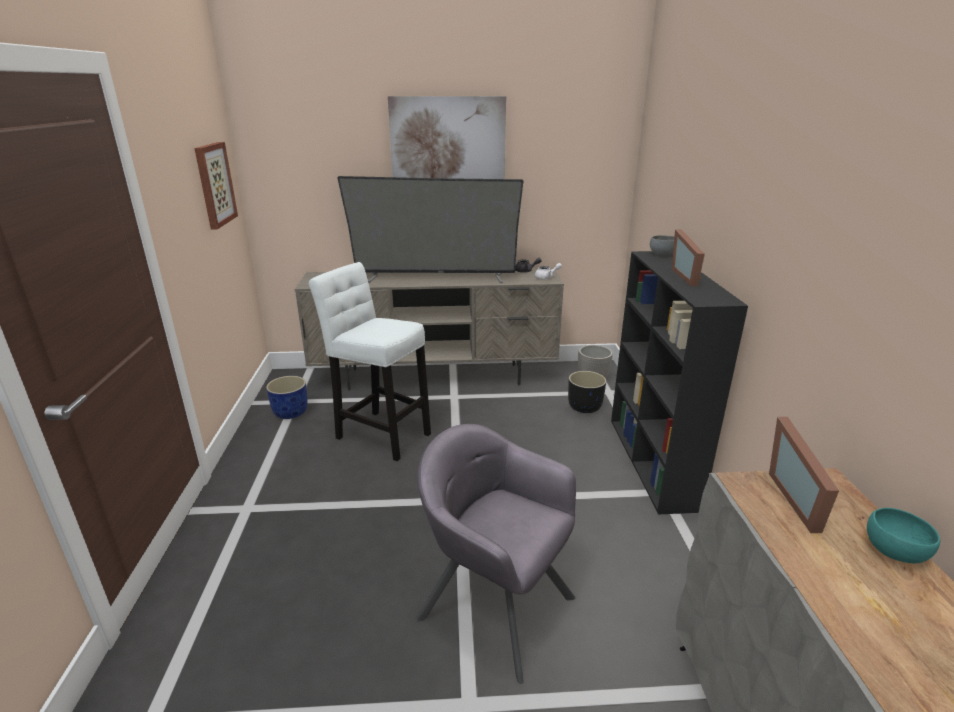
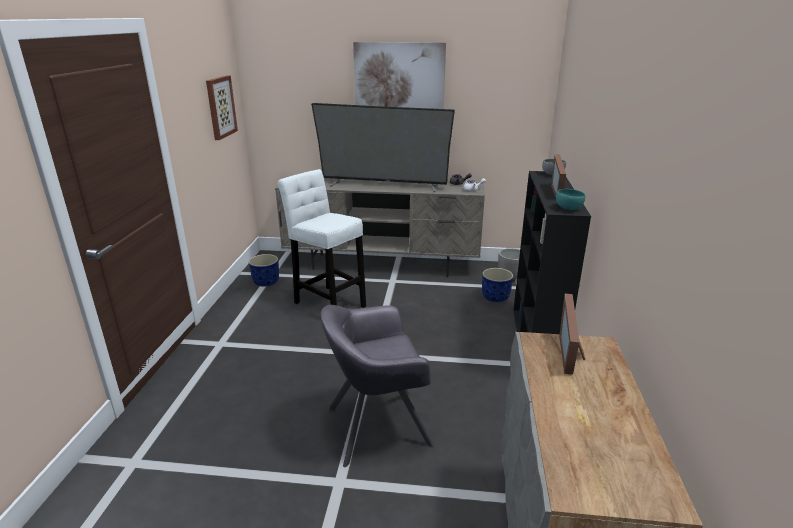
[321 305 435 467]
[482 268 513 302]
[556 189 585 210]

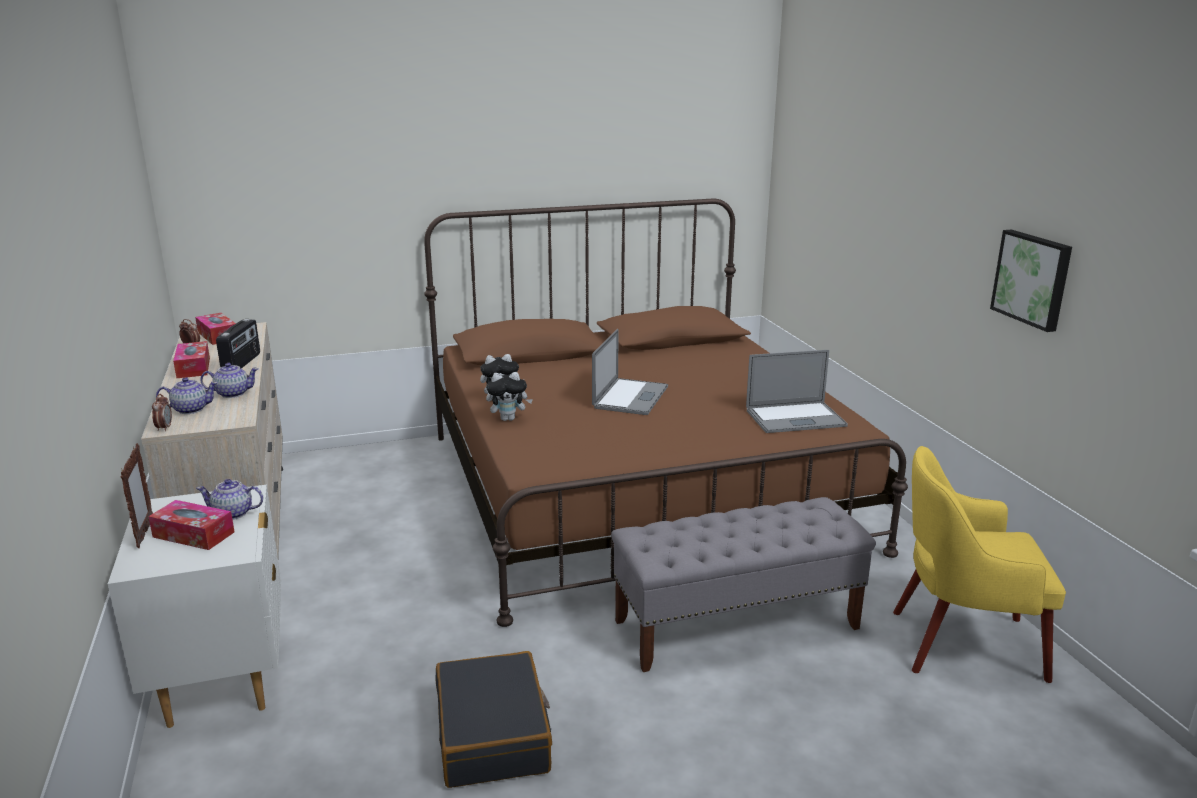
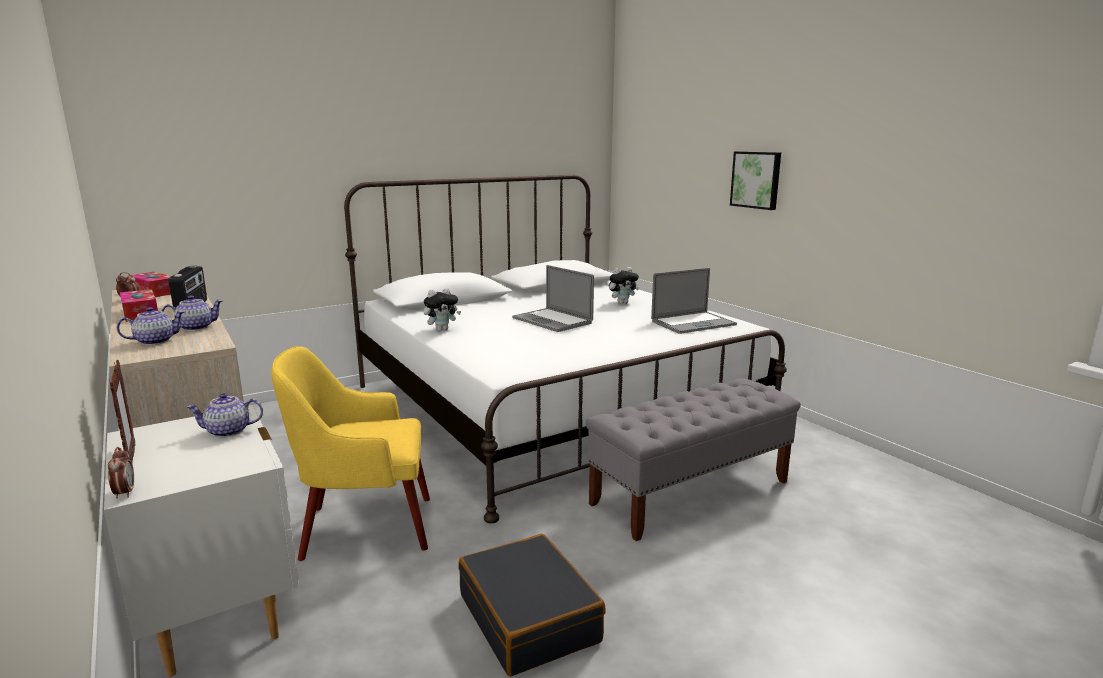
[148 500 235 550] (first image)
[108 447 134 498]
[344 175 787 523]
[609 267 639 304]
[512 265 594 332]
[271 346 430 561]
[730 151 781 210]

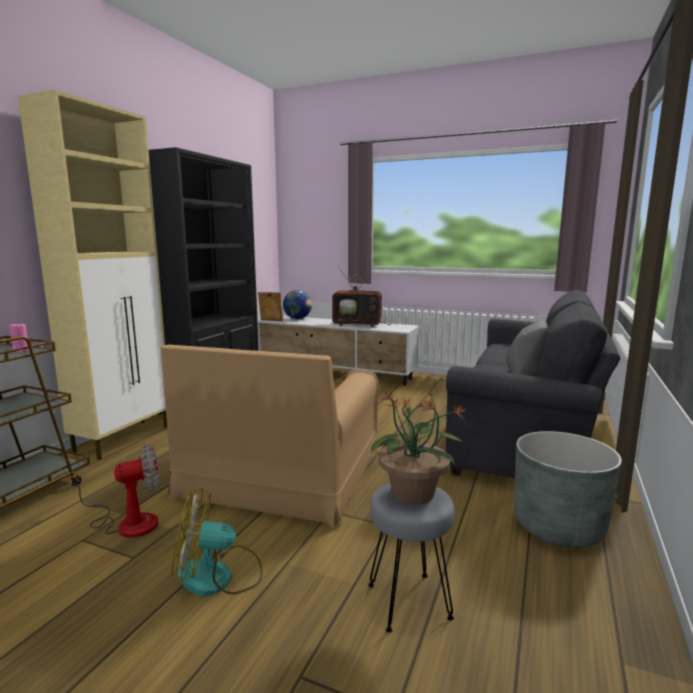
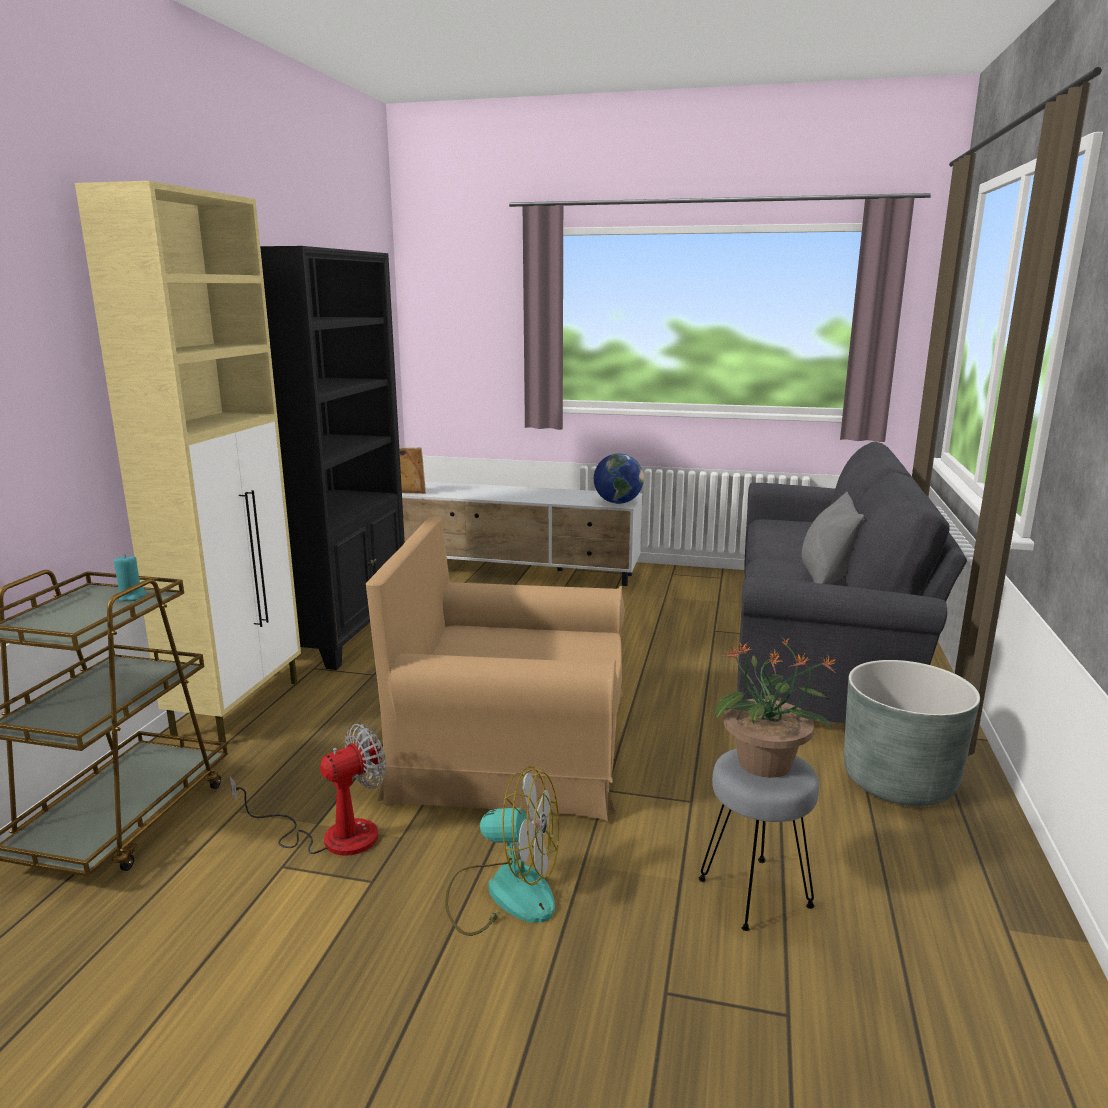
[114 554 146 601]
[366 516 625 821]
[445 766 559 936]
[594 453 644 504]
[332 263 390 327] (first image)

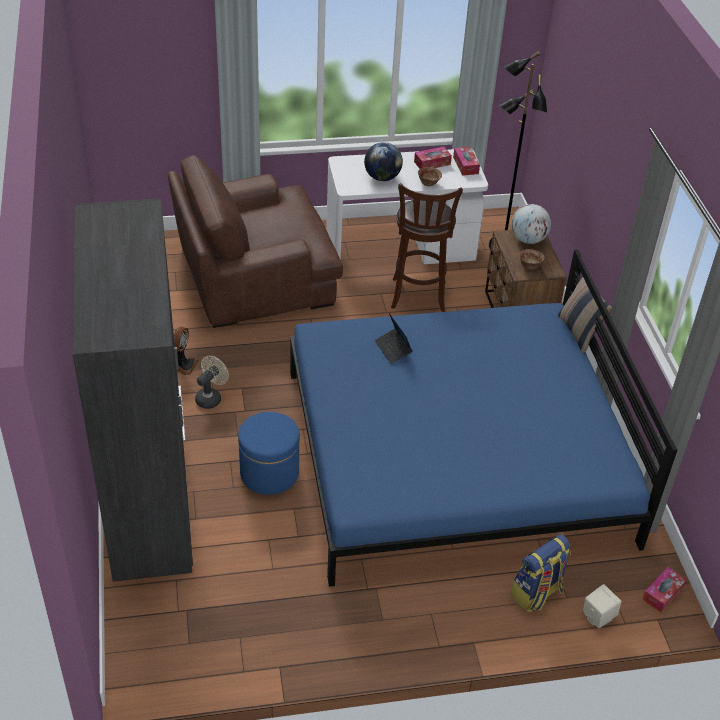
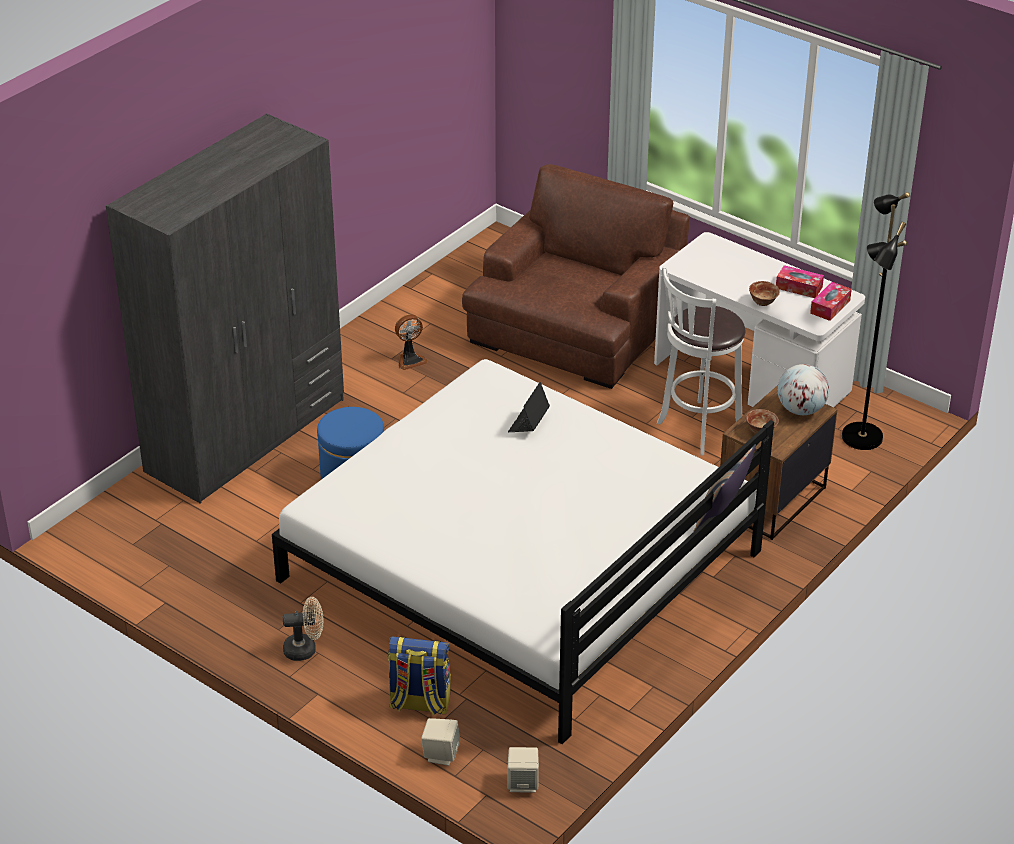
[462 164 690 389]
[283 597 324 661]
[272 359 774 744]
[364 142 403 181] (first image)
[657 266 745 456]
[508 747 539 793]

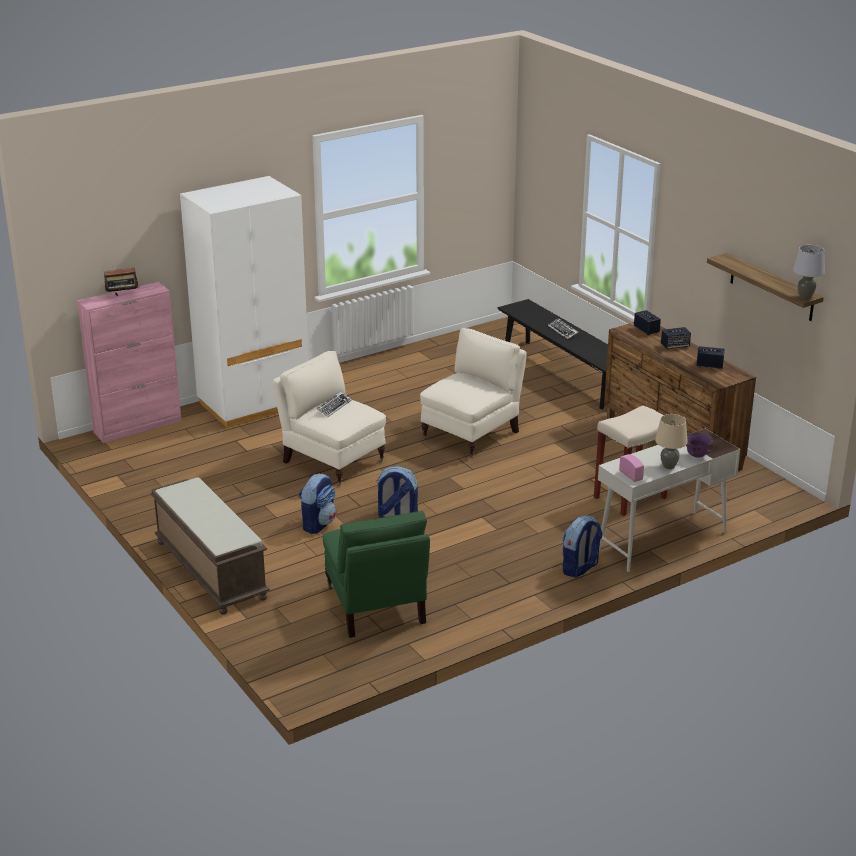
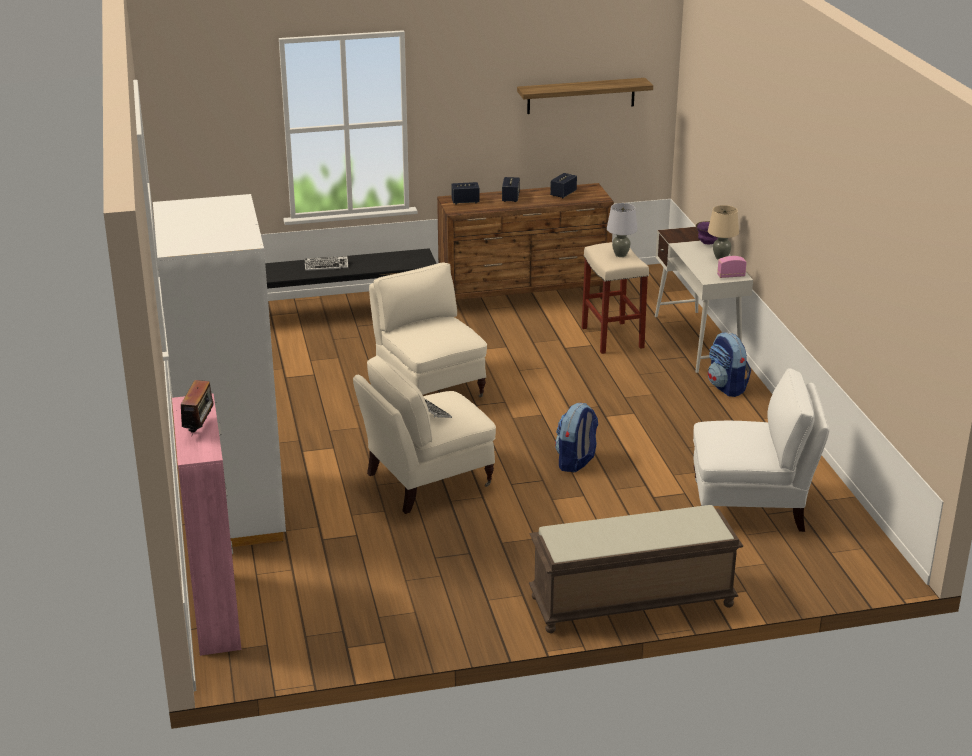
[299 474 336 534] (first image)
[693 368 830 532]
[607 203 638 257]

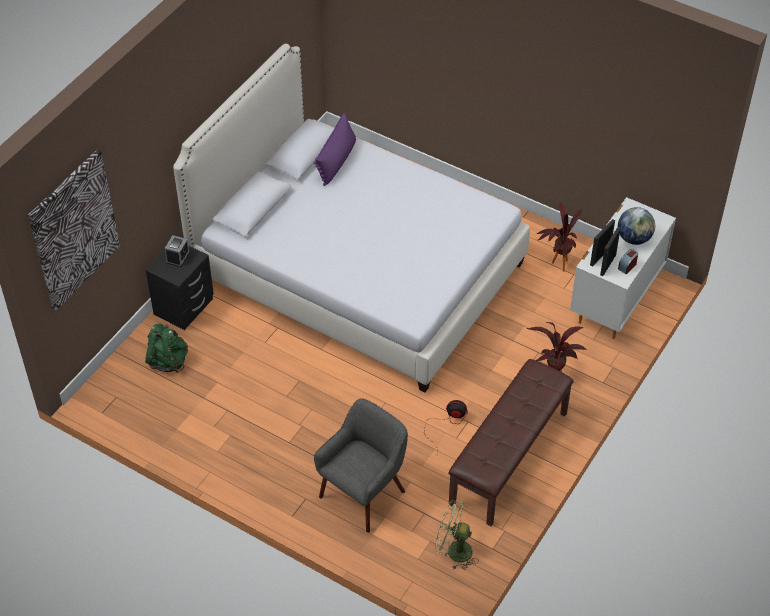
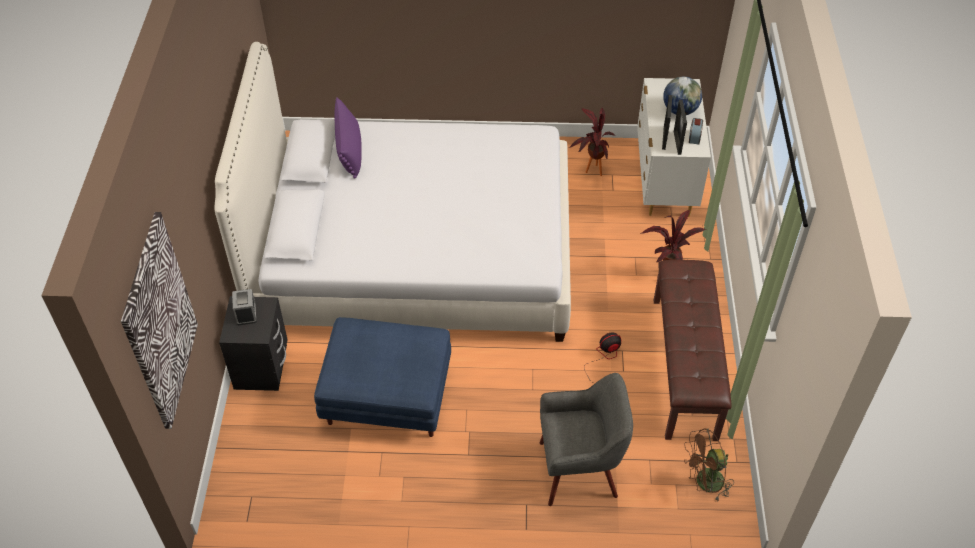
[145 323 188 373] (first image)
[540 373 633 506]
[684 428 734 501]
[314 317 451 437]

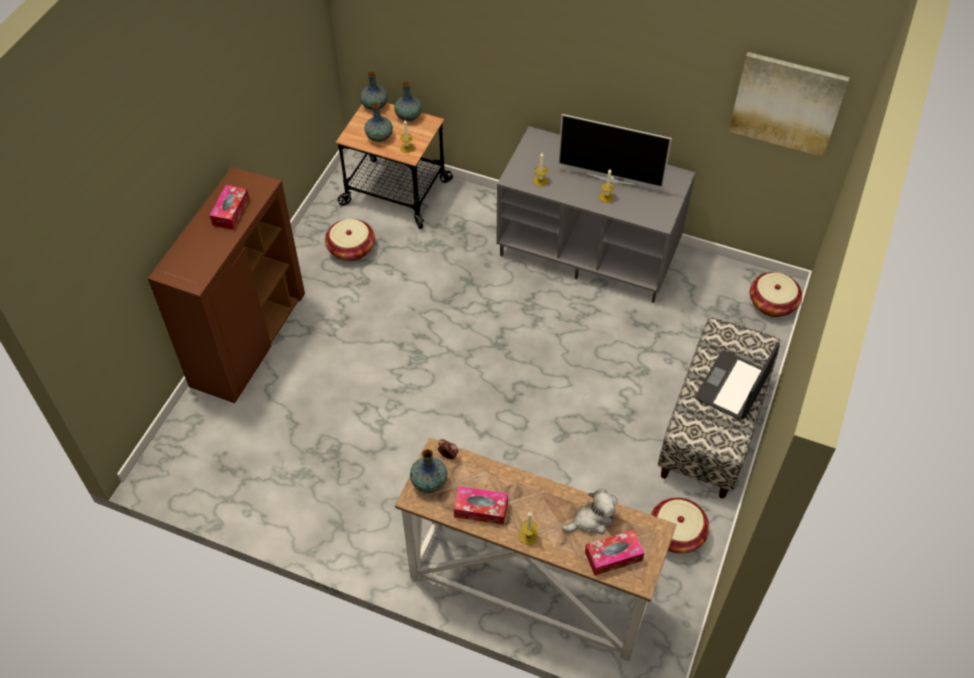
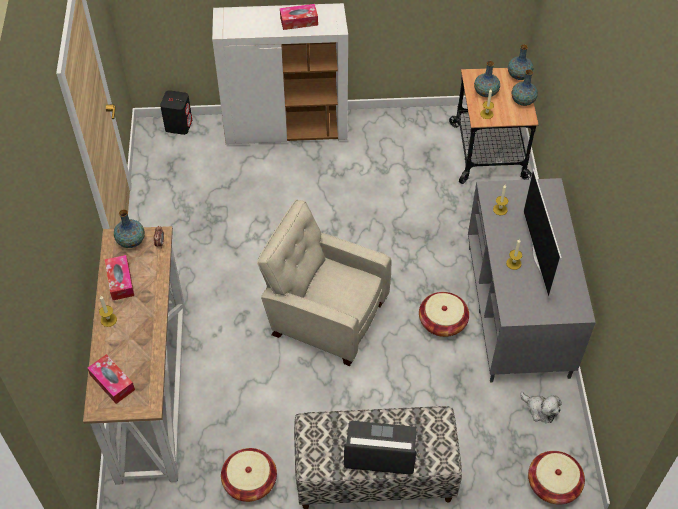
[212 3 348 144]
[419 292 469 337]
[520 392 562 423]
[729 52 850 157] (first image)
[160 90 192 135]
[257 200 391 366]

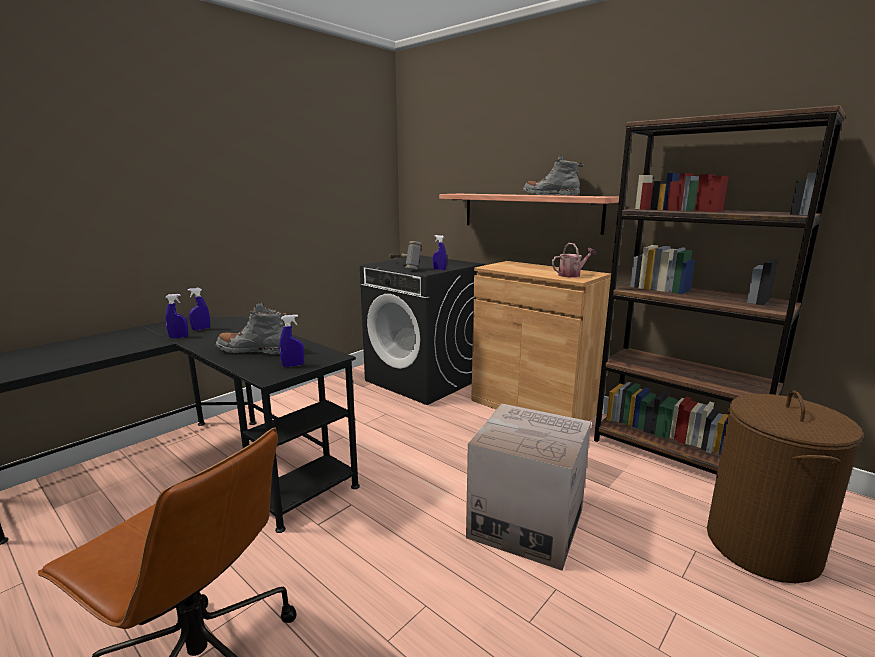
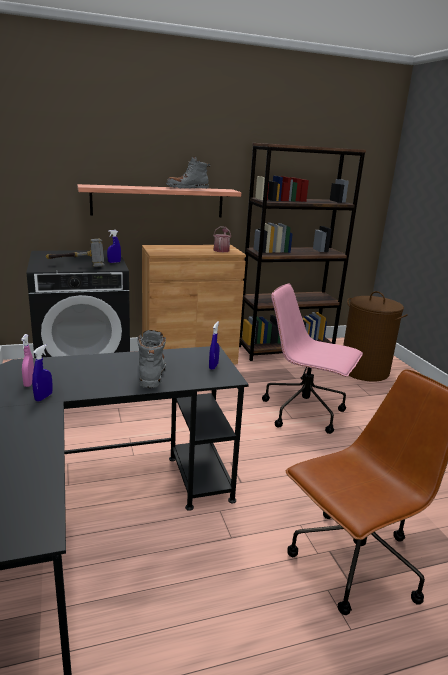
[21 334 34 387]
[138 330 166 388]
[262 284 363 434]

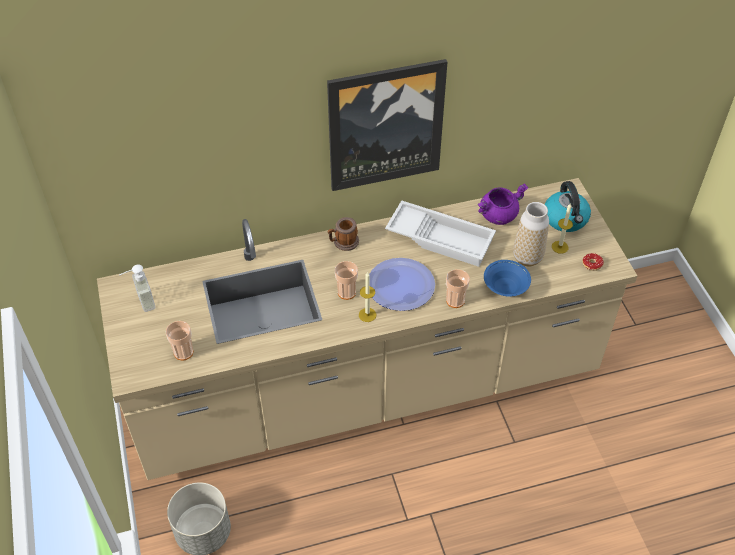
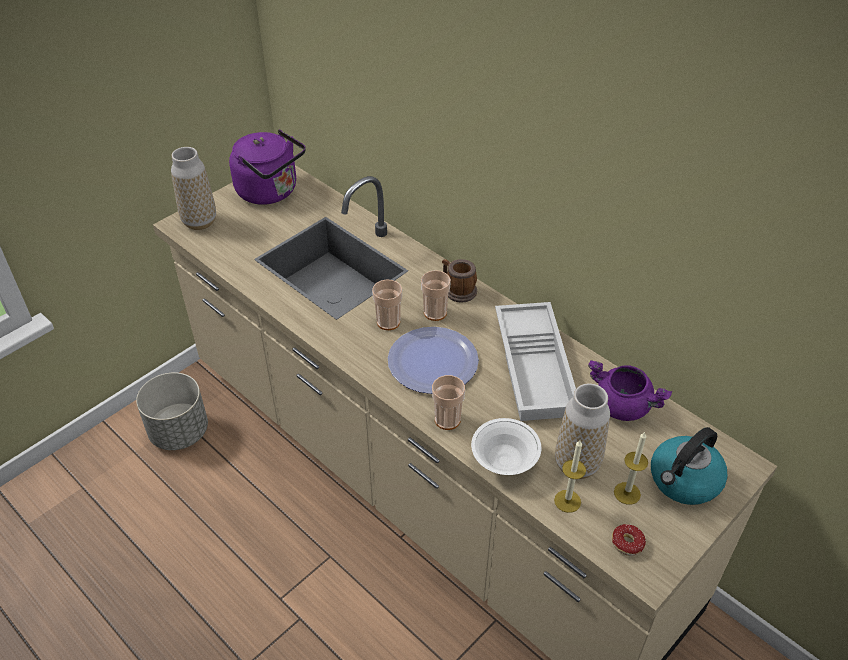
[229 129 306 205]
[421 270 451 321]
[327 59 447 191] (first image)
[554 440 586 513]
[471 418 541 475]
[171 147 216 230]

